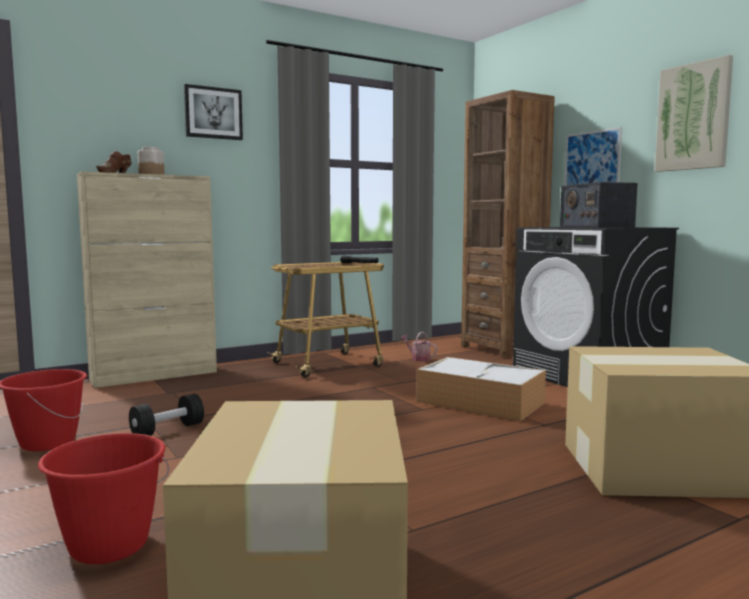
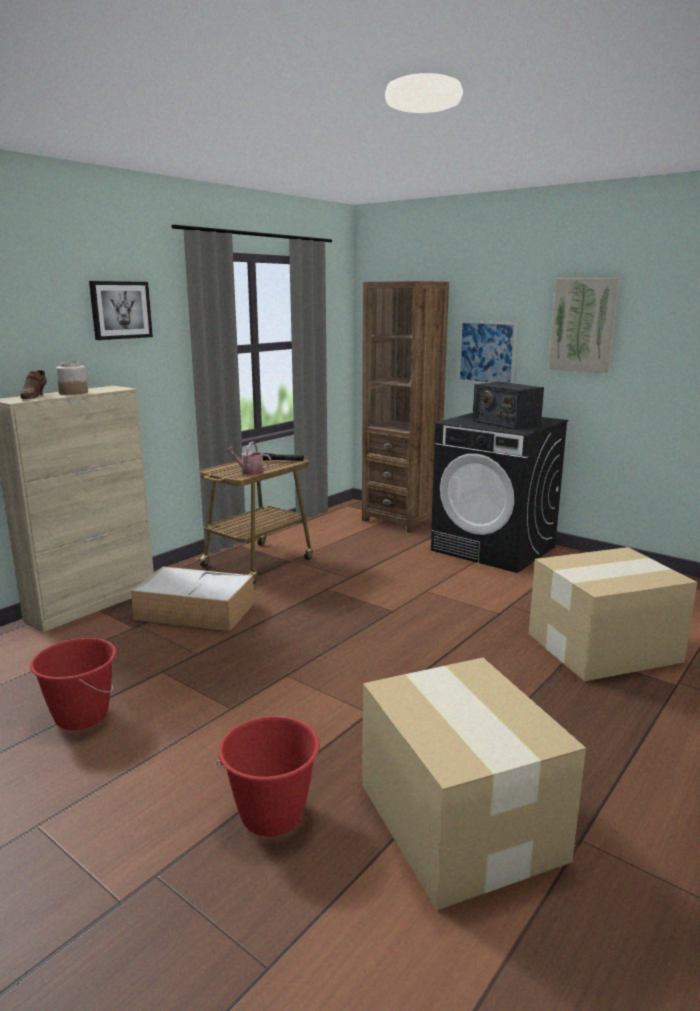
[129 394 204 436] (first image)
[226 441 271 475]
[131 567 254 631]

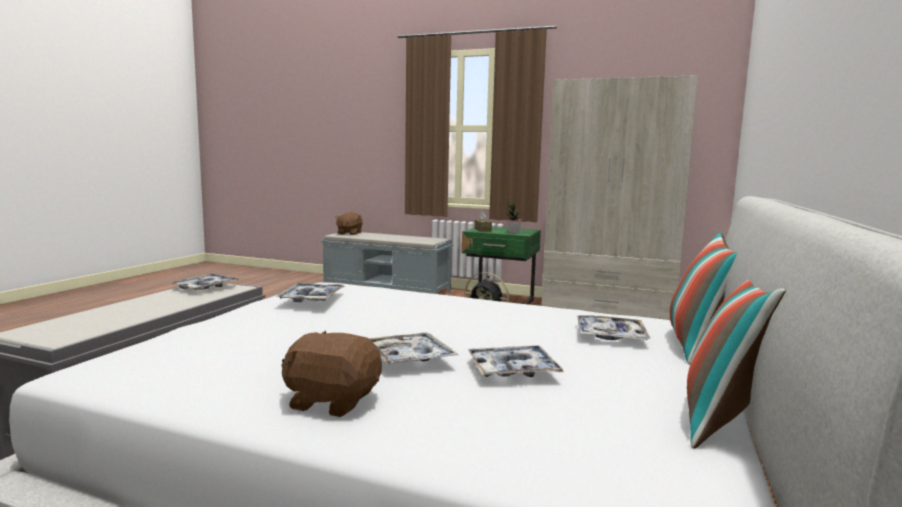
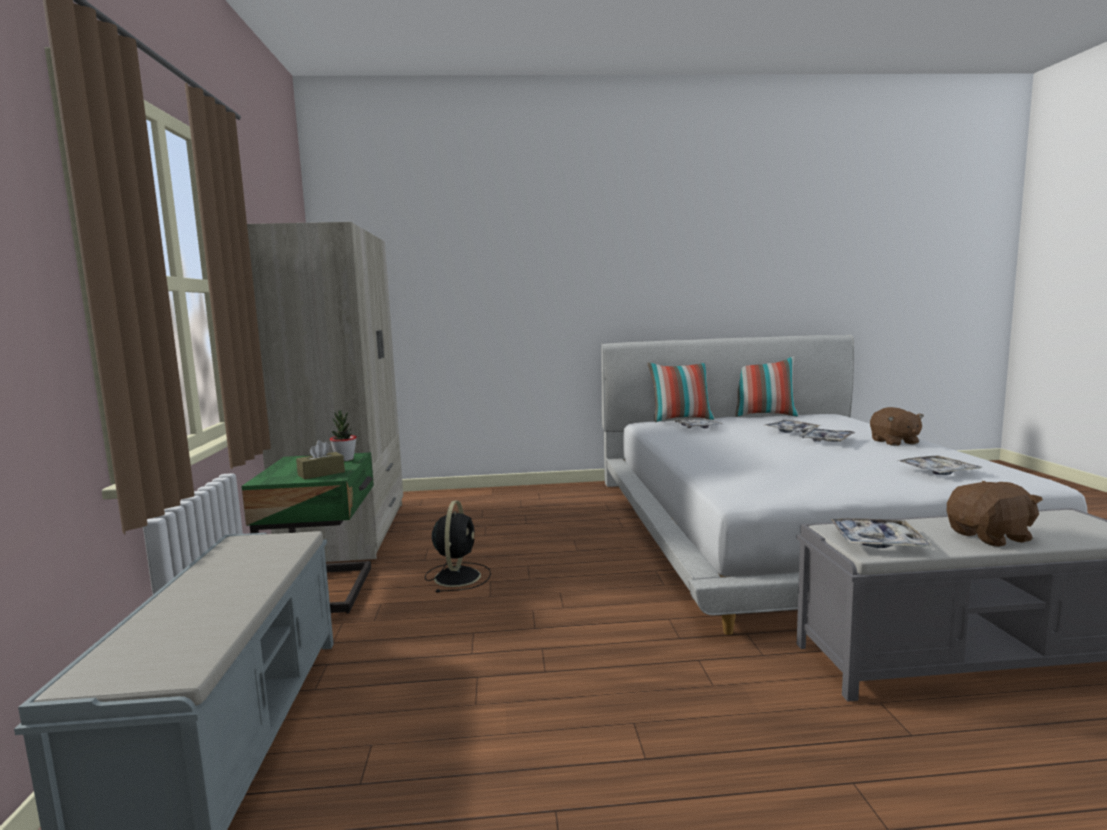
[899 455 982 475]
[947 481 1043 547]

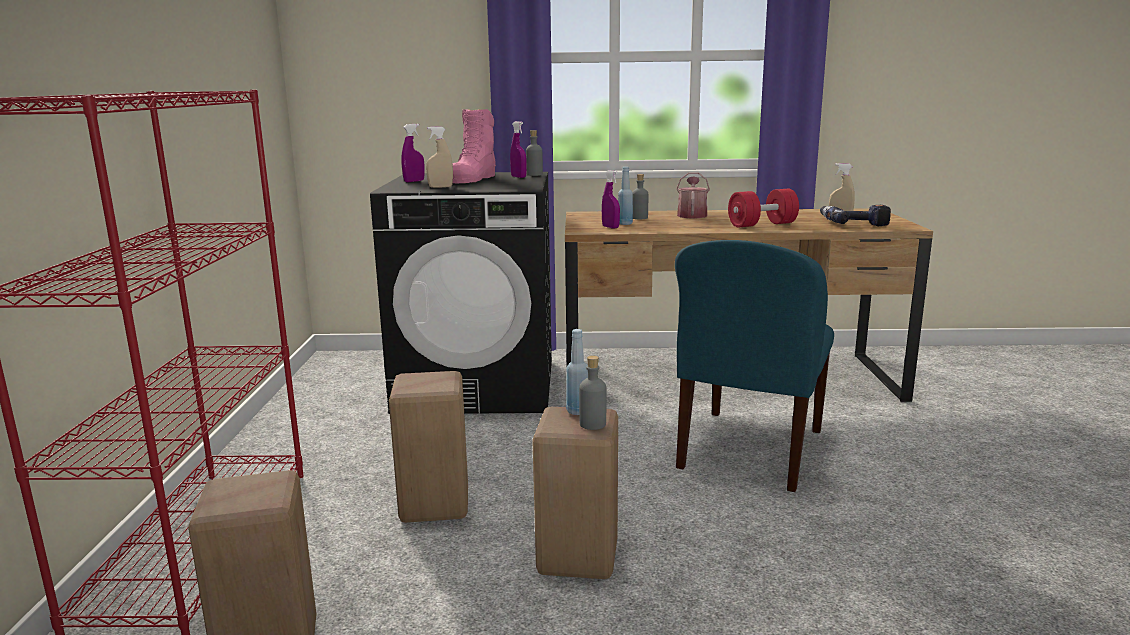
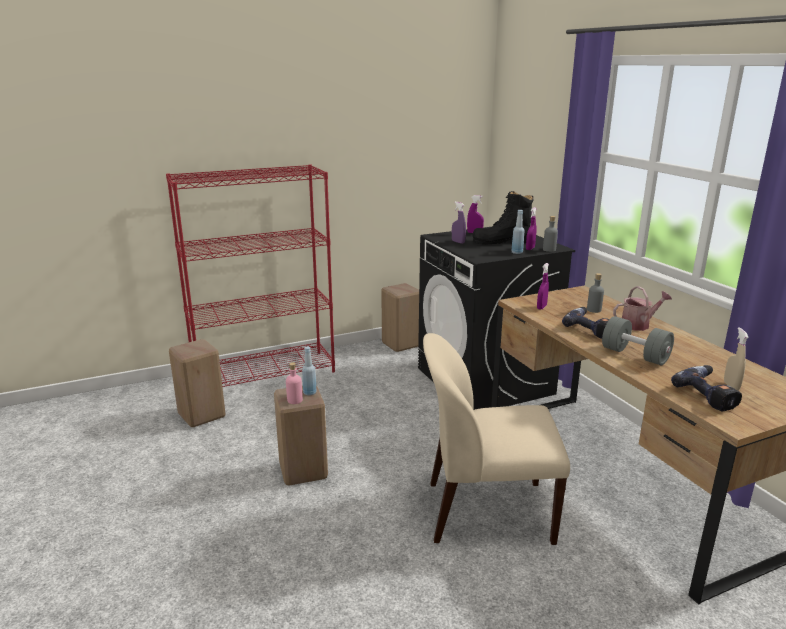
[381 283 419 352]
[452 202 466 244]
[472 191 533 245]
[286 362 303 404]
[511 210 525 254]
[423 333 570 545]
[602 316 674 365]
[562 307 609 339]

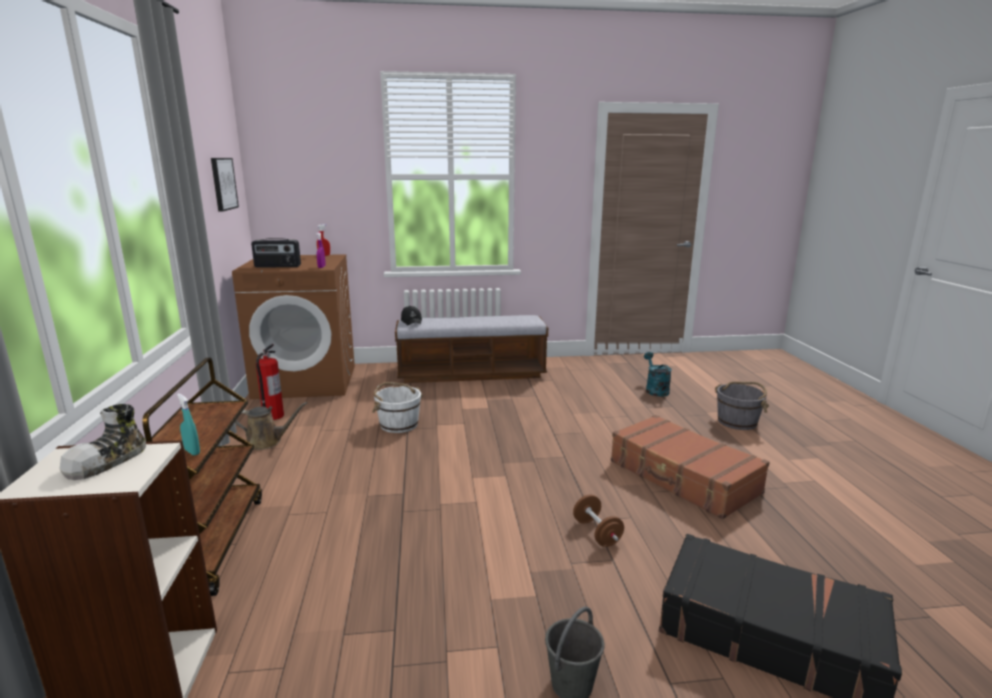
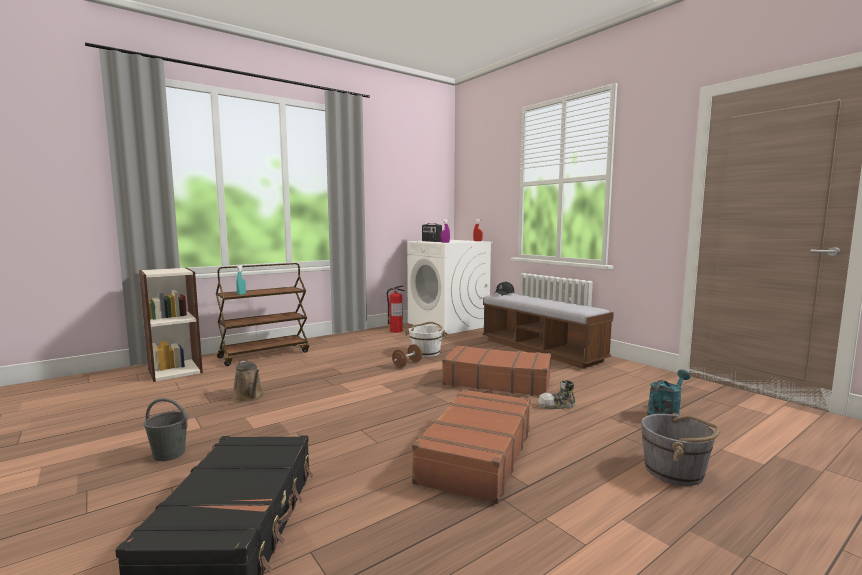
[538 381 576 409]
[211 158 239 212] (first image)
[407 240 492 334]
[232 361 264 402]
[392 344 422 368]
[442 345 551 396]

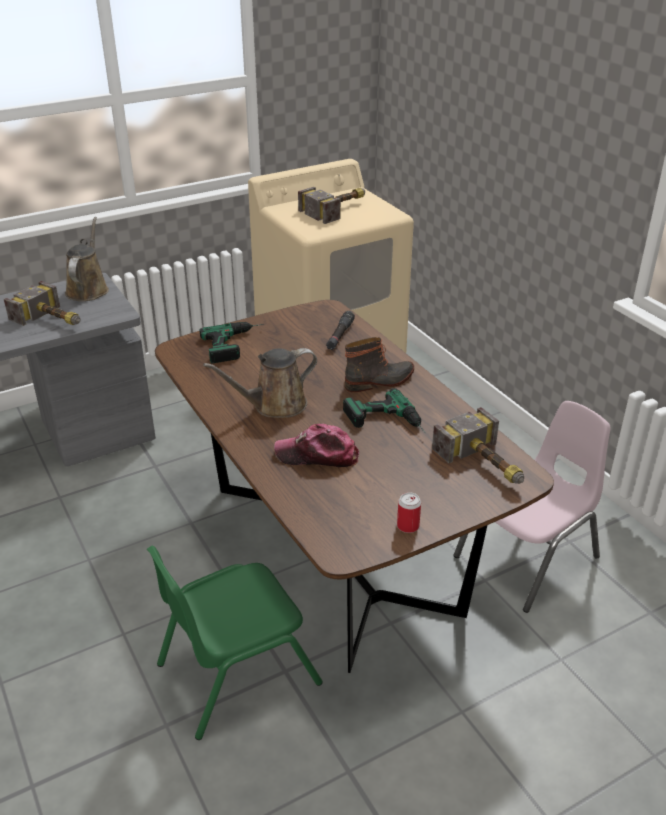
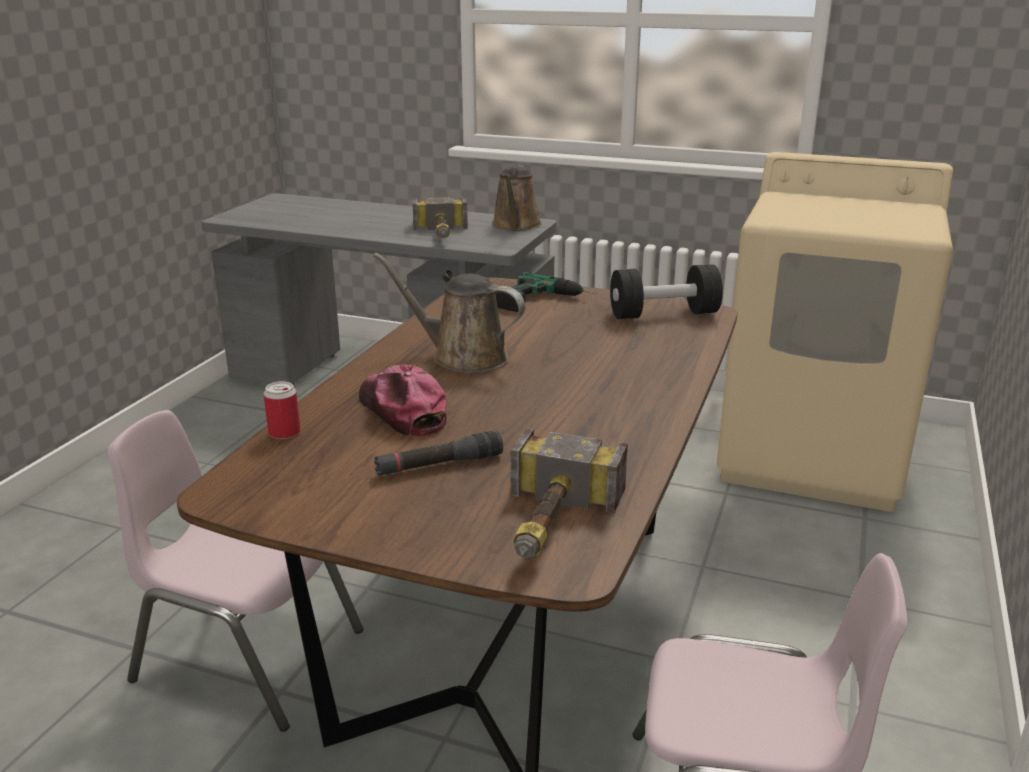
[492 166 542 231]
[108 410 363 732]
[298 187 365 224] (first image)
[374 431 503 475]
[343 388 425 433] (first image)
[345 337 414 392] (first image)
[264 381 300 439]
[610 264 723 319]

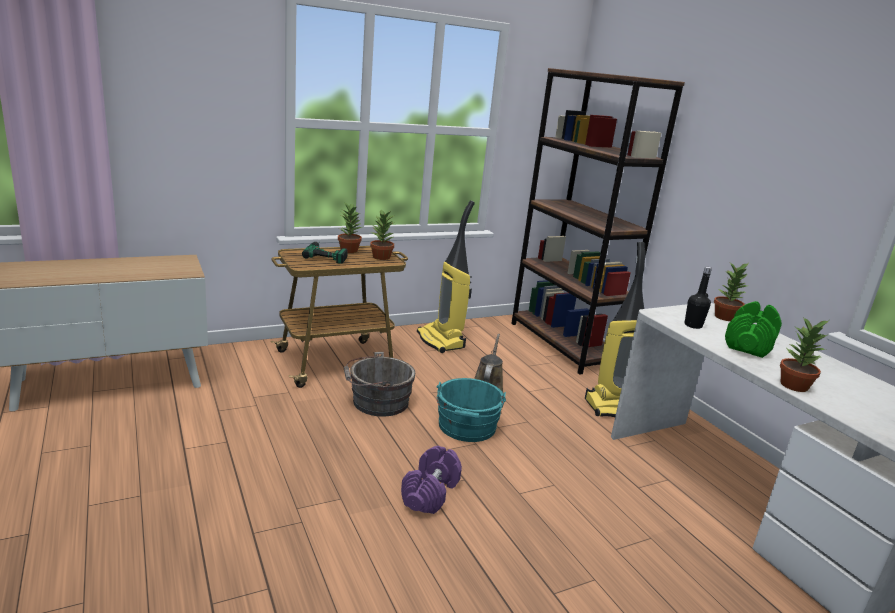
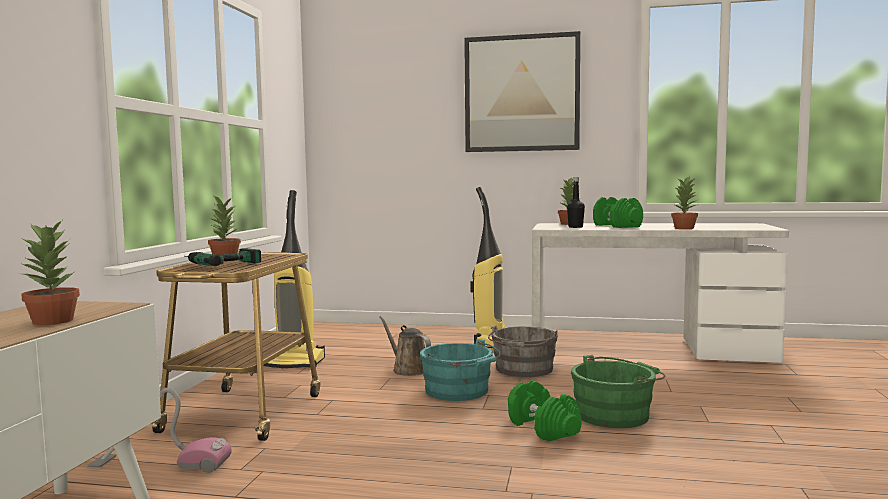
[488 325 558 377]
[18 218 80 325]
[508 380 582 441]
[511 68 685 375] (first image)
[88 388 232 473]
[464 31 580 152]
[571 355 666 428]

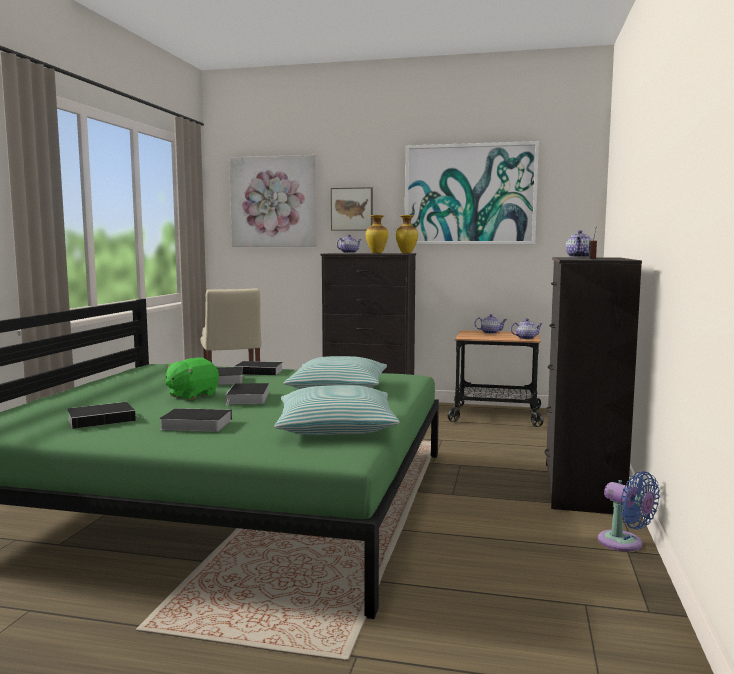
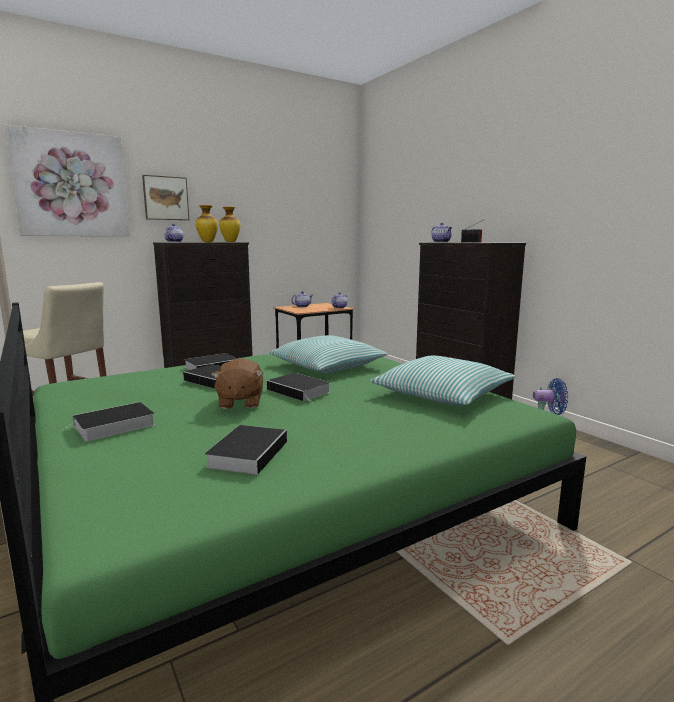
[60 402 155 442]
[211 358 263 409]
[405 141 539 244] (first image)

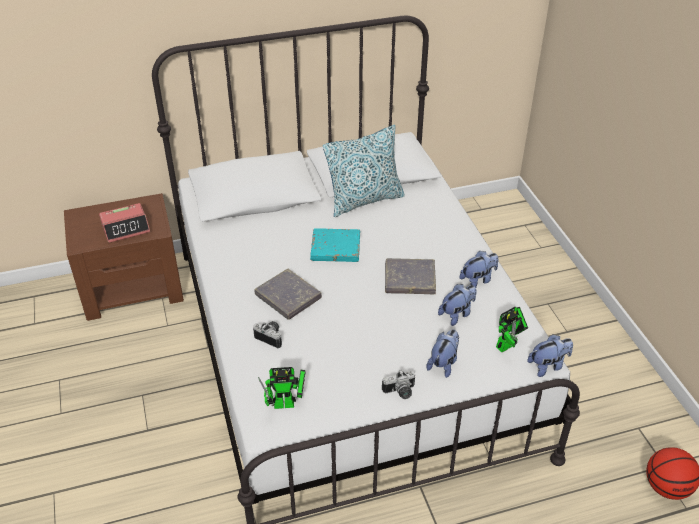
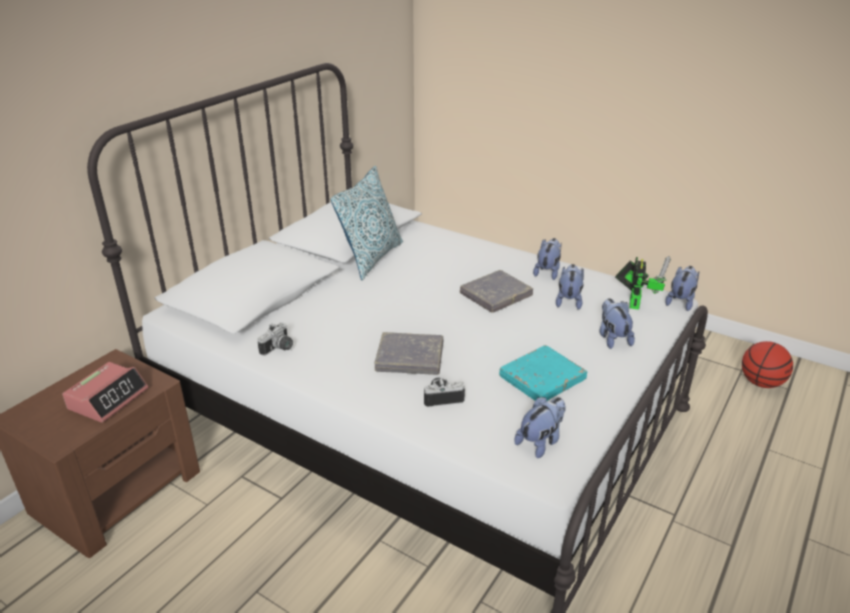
[515 397 566 458]
[499 345 587 401]
[258 323 293 356]

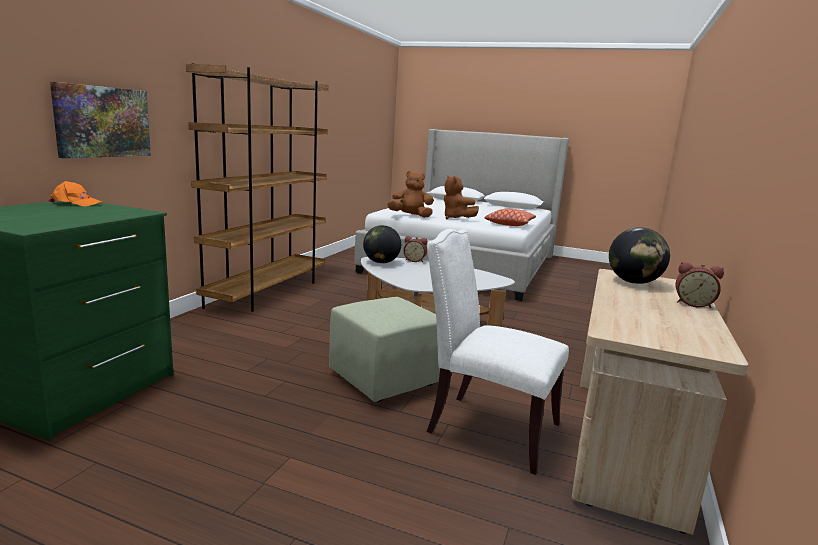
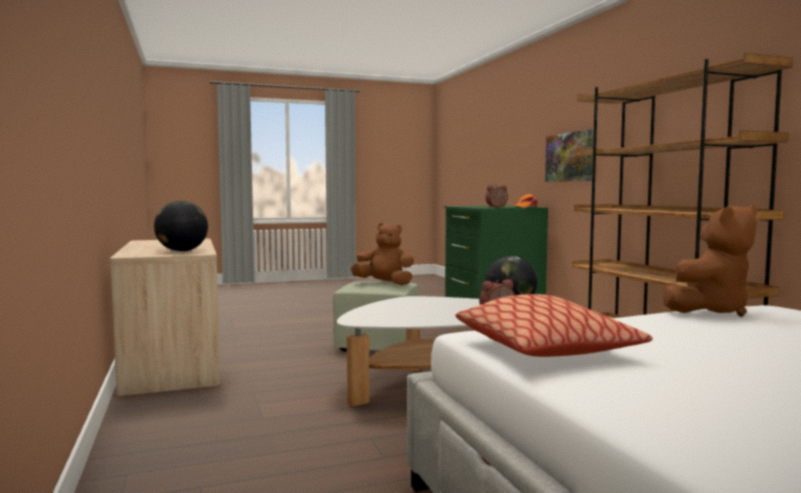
[426 229 569 475] (first image)
[351 223 414 285]
[486 185 508 208]

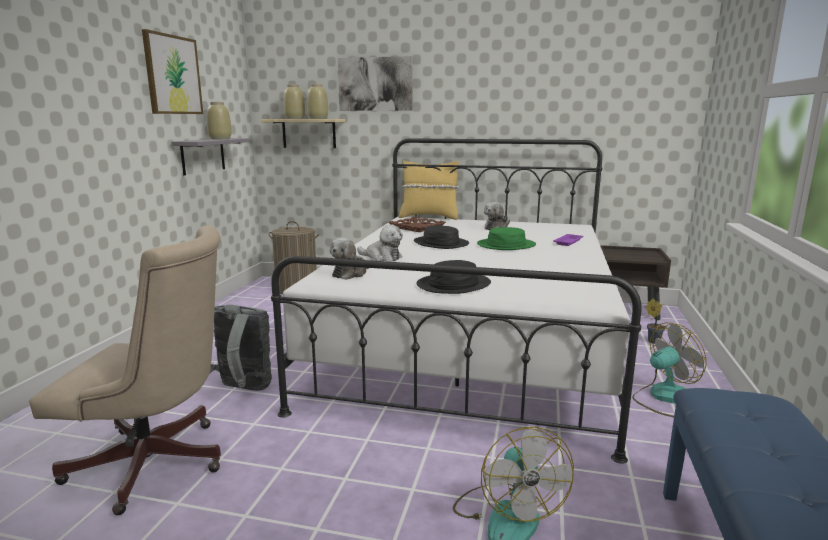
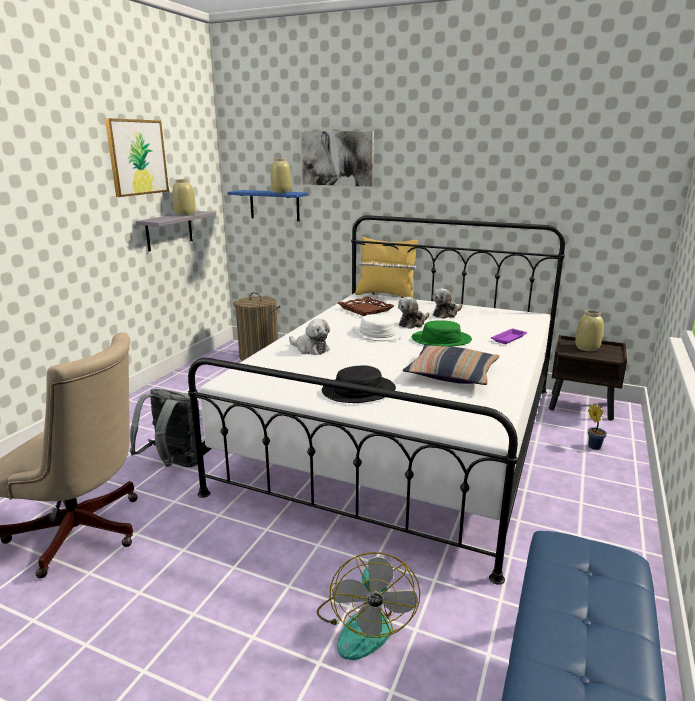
[227 190 308 221]
[575 310 604 352]
[398 297 430 329]
[351 314 404 341]
[632 322 707 417] (first image)
[403 345 499 385]

